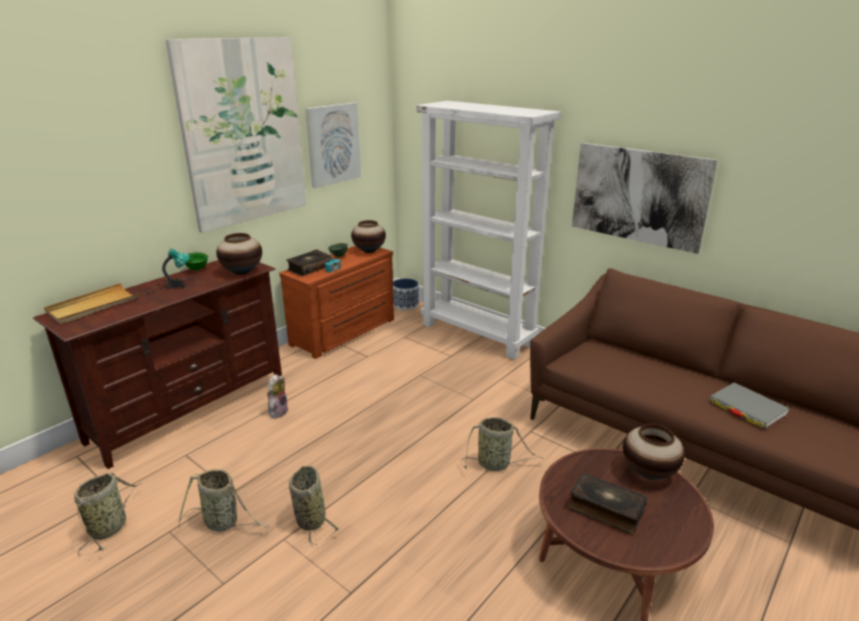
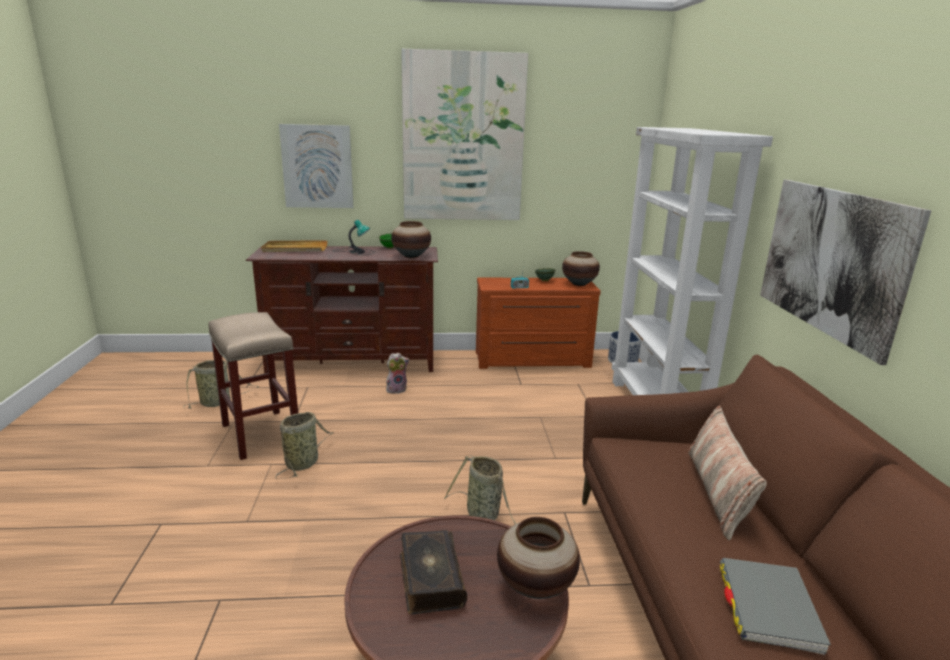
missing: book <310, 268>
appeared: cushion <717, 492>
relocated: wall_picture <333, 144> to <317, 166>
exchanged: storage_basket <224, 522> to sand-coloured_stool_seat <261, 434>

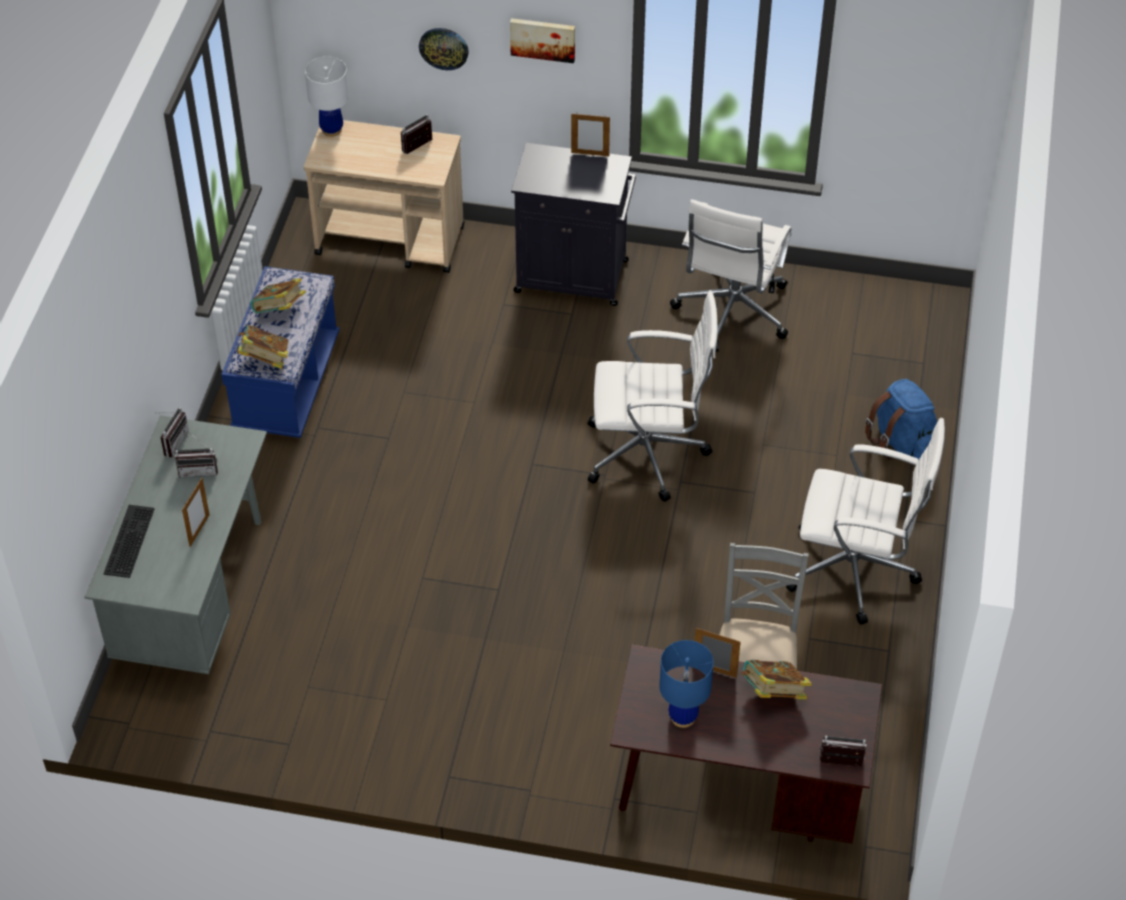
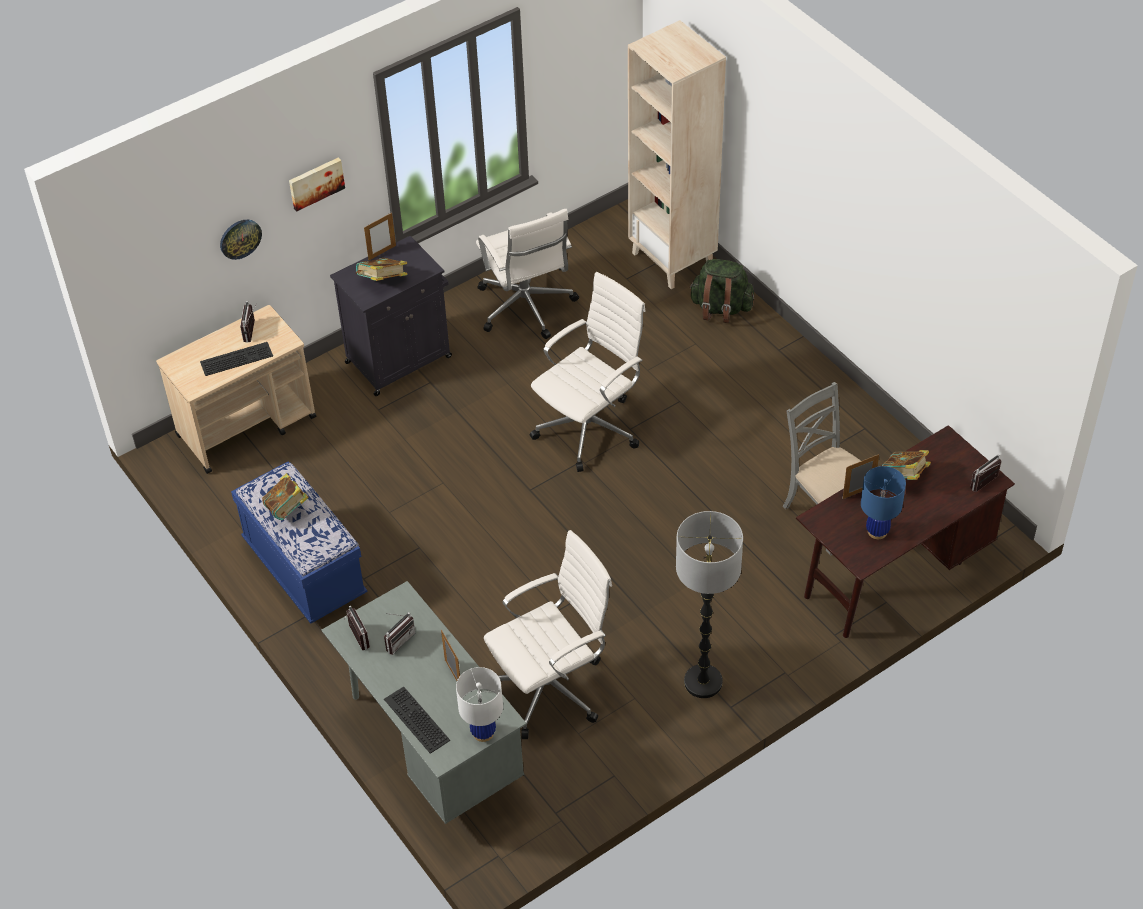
appeared: computer_keyboard <237, 358>; sand-coloured_bookcase <673, 260>; floor_lamp <703, 682>
relocated: book <265, 360> to <382, 281>; whitish_table_lamp <331, 130> to <483, 733>; whitish_desk_chair <856, 570> to <551, 687>
colour: blue-coloured_rucksack <901, 442> to greenish_rucksack <720, 308>

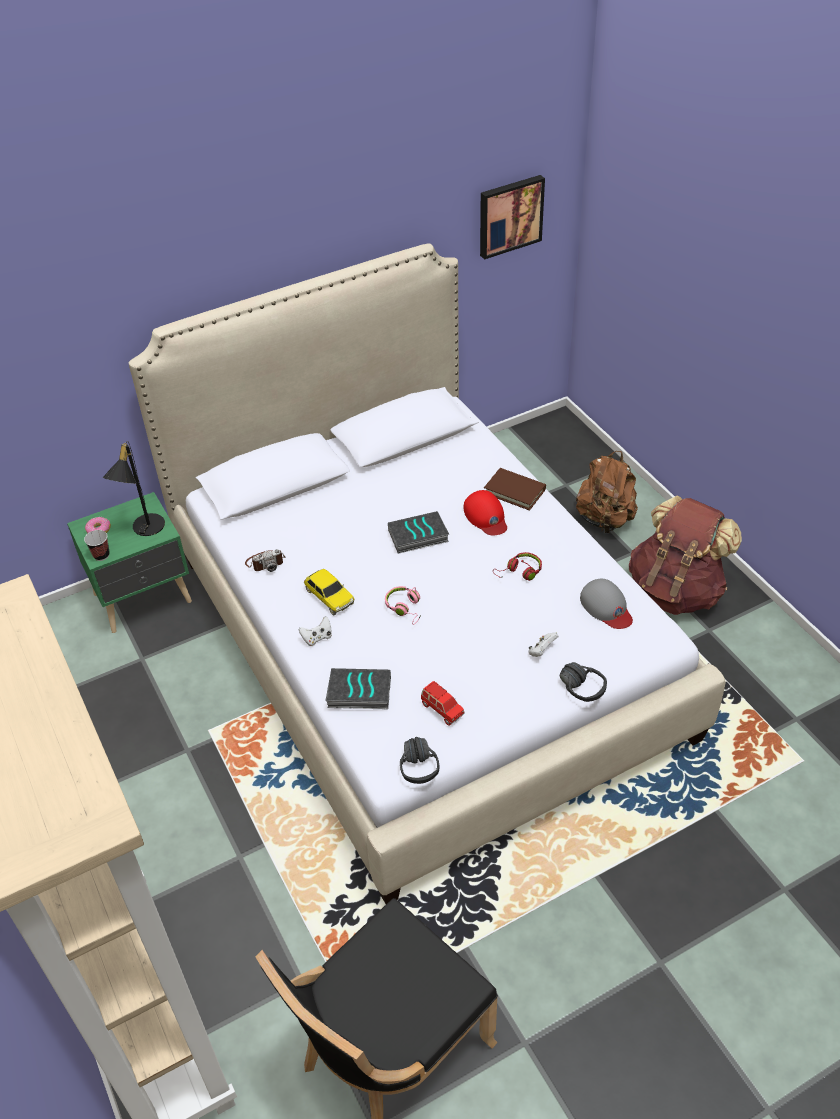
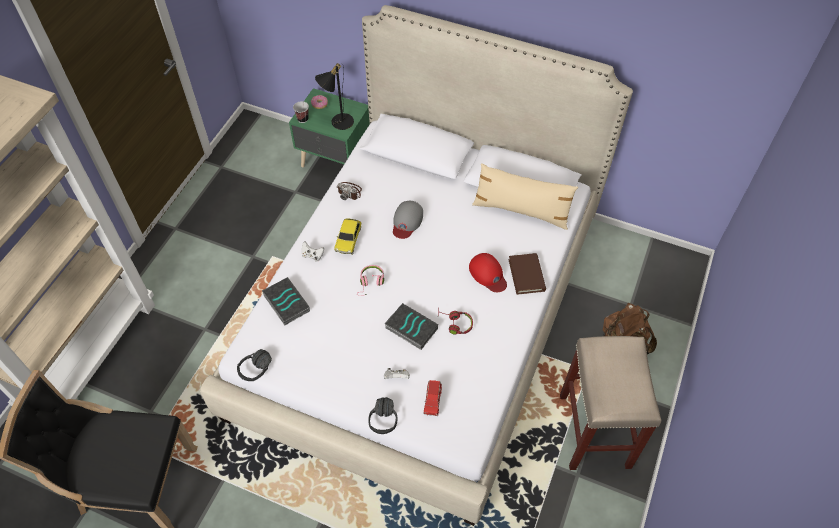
missing: wall_picture <509, 215>
appeared: sand-coloured_cushion <521, 211>
relocated: book <417, 537> to <410, 329>; red_model_car <442, 709> to <432, 401>; greyish_peaked_cap <606, 607> to <407, 221>
exchanged: brown_rucksack <676, 590> to sand-coloured_stool_seat <595, 432>
spun: red_peaked_cap <486, 516> = <488, 274> 60 degrees counterclockwise

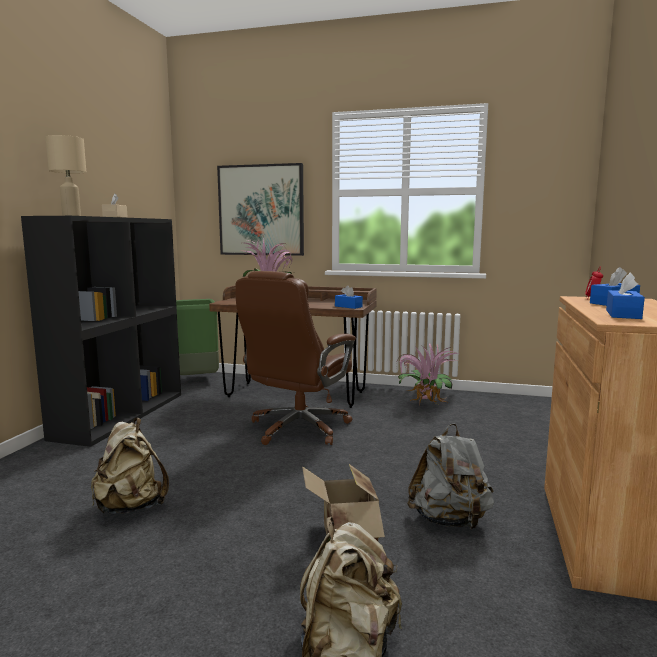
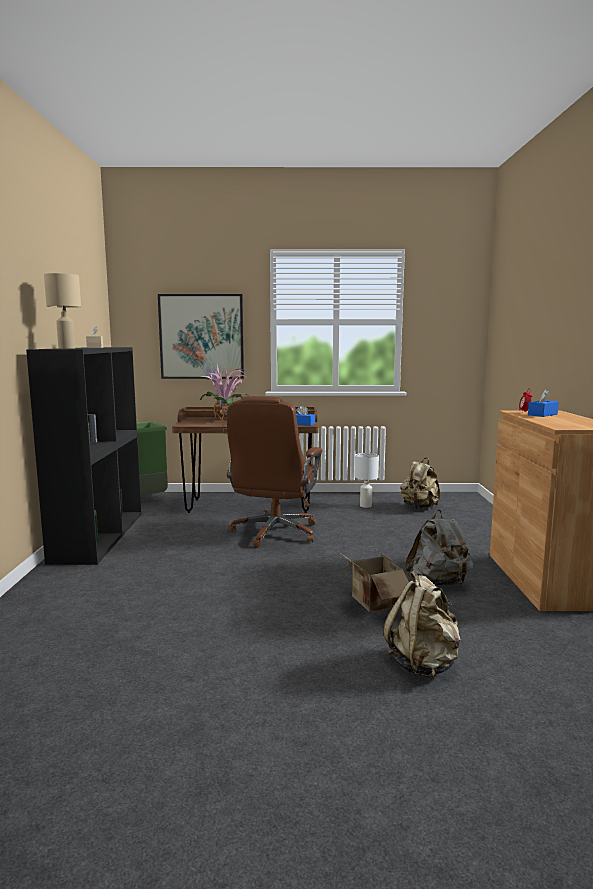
missing: blue-coloured_box_of_tissues <623, 314>
relocated: sand-coloured_rucksack <131, 507> to <419, 508>
exchanged: plant_in_a_pot <425, 405> to whitish_table_lamp <365, 506>

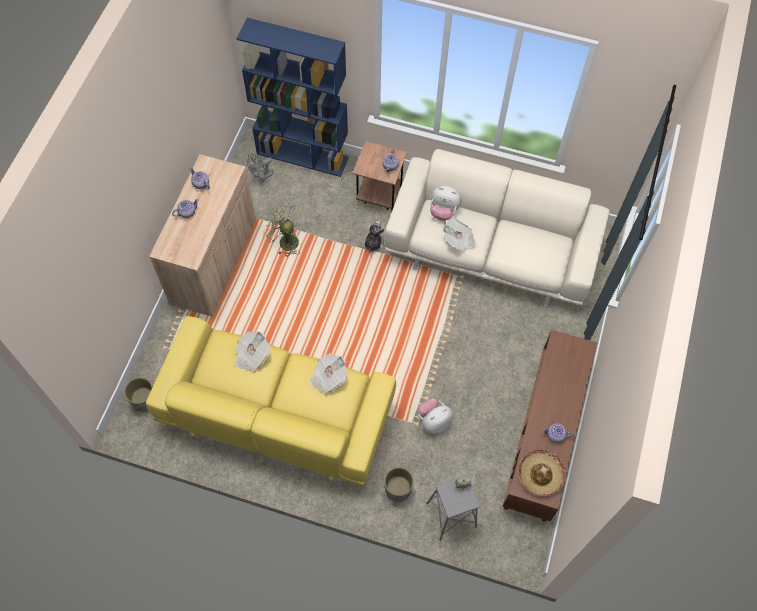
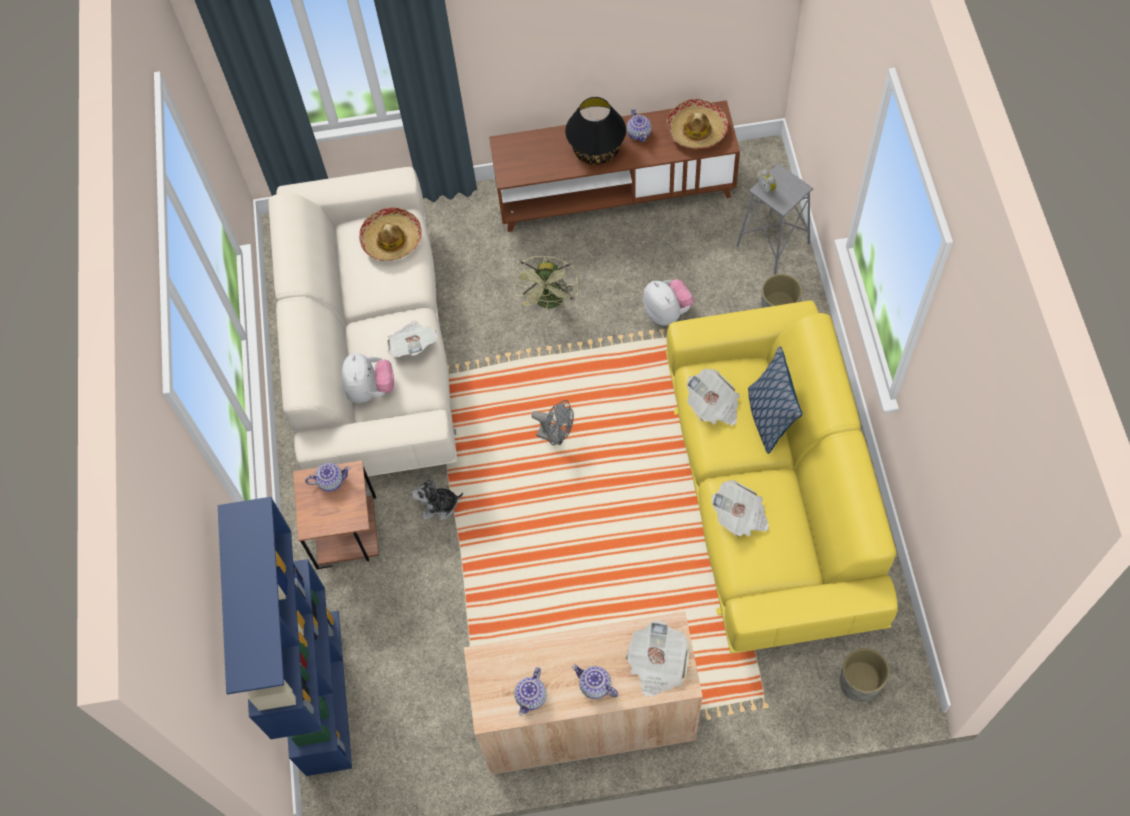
appeared: clothing_hat <391, 239>; black_table_lamp <596, 150>; daily_paper <657, 665>; cushion <769, 417>
relocated: greyish_fan <261, 177> to <556, 436>; greenish_fan <284, 241> to <550, 302>
spun: soft_toy <433, 421> = <667, 312> 150 degrees counterclockwise

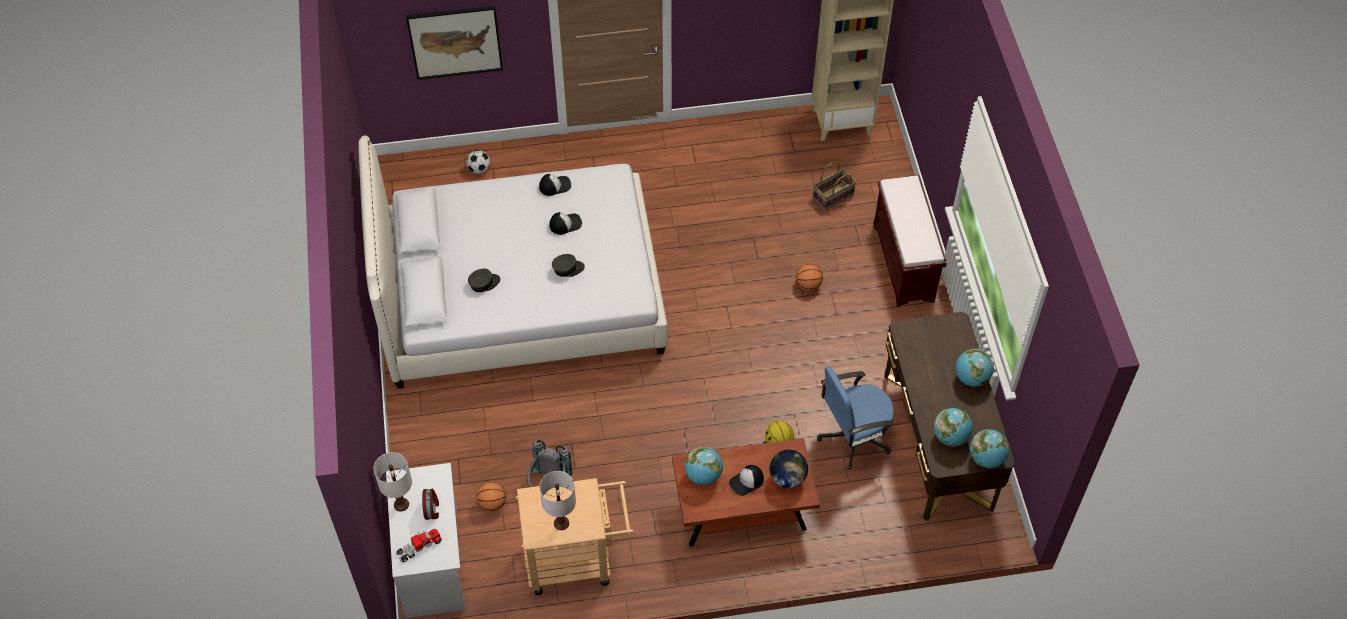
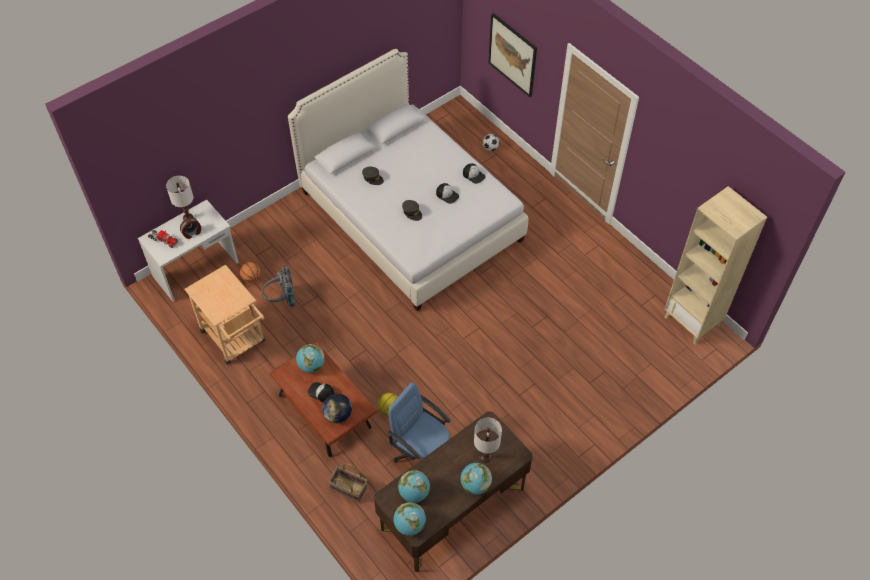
missing: basketball_ball <808, 285>; brown_indoor_bench <904, 263>
relocated: whitish_table_lamp <561, 523> to <485, 457>; storage_basket <833, 197> to <348, 489>

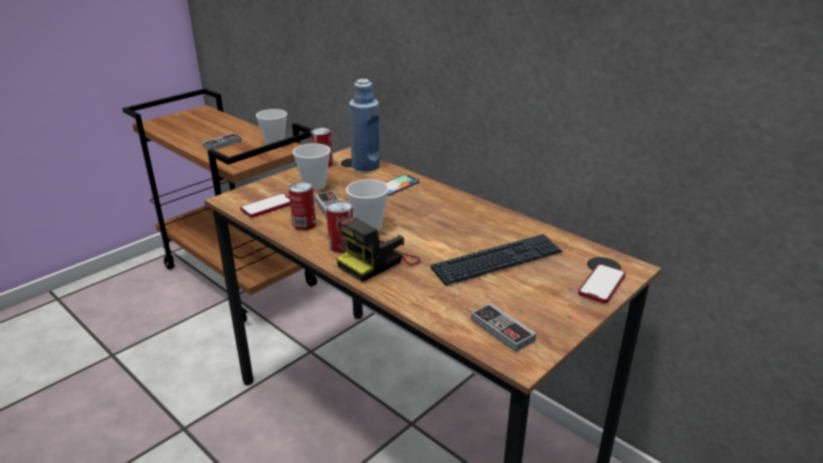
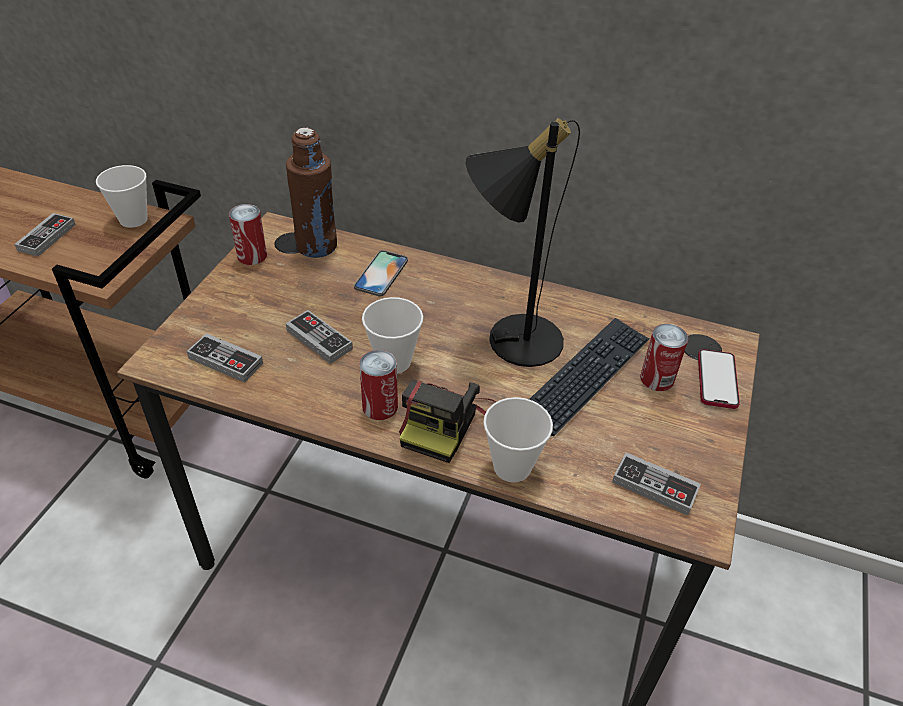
appeared: black_table_lamp <511, 336>
relocated: can <304, 224> to <657, 378>; small_cup <314, 186> to <512, 467>
exchanged: telephone <267, 206> to game_controller <226, 361>
colour: blue-coloured_drink_bottle <366, 166> to brown_drink_bottle <317, 246>

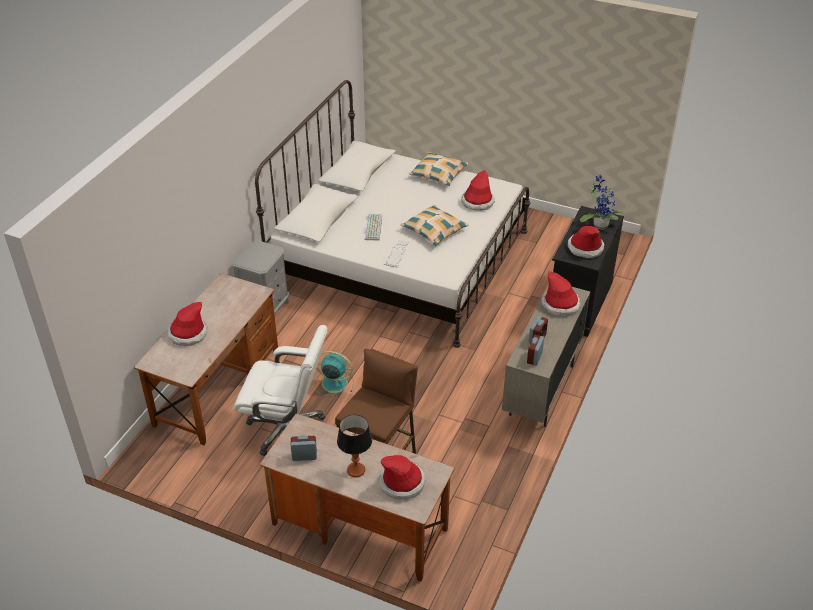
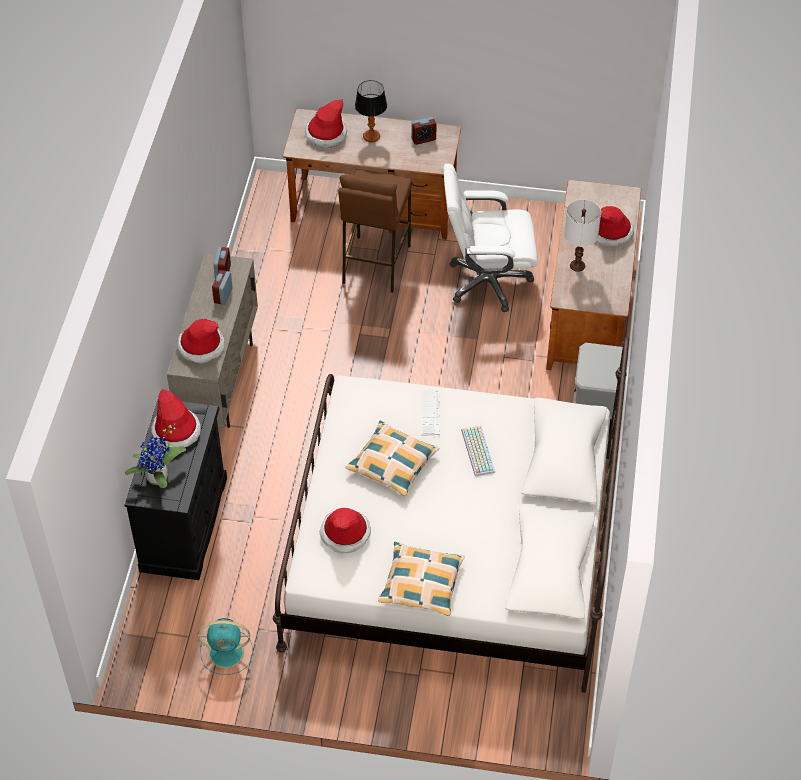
appeared: whitish_table_lamp <577, 265>
relocated: turquoise-coloured_fan <333, 383> to <228, 653>

